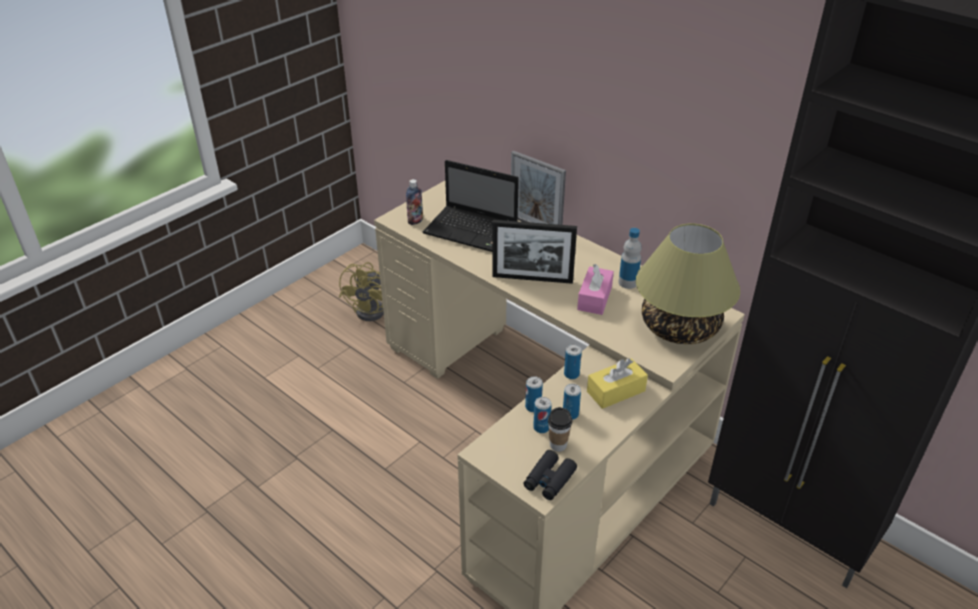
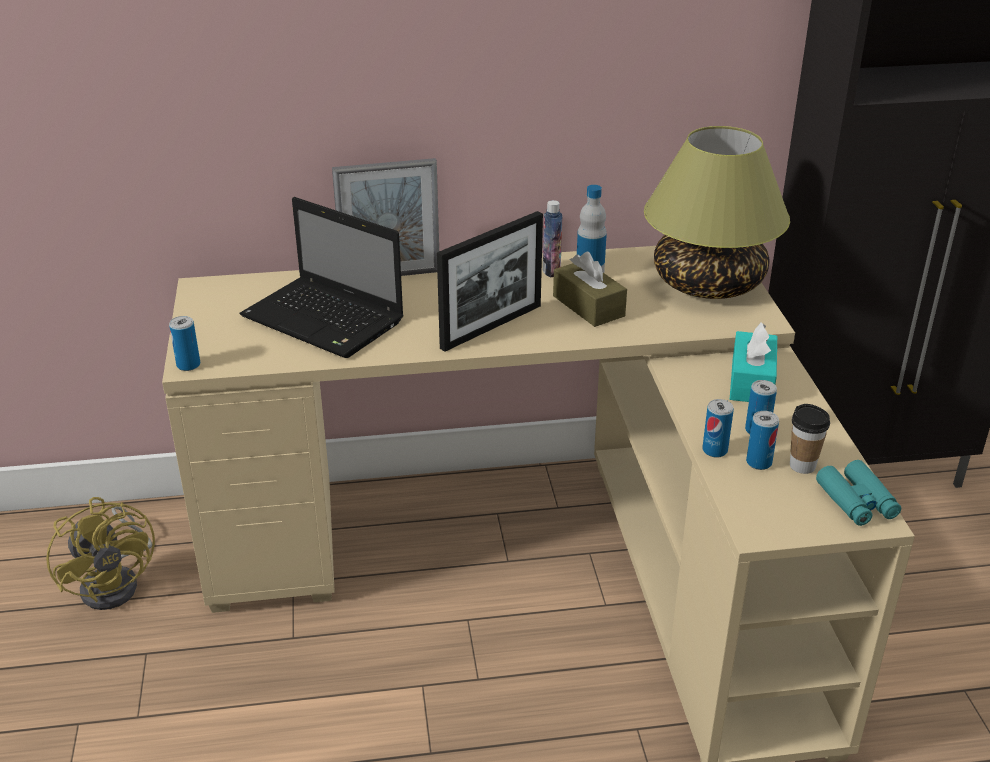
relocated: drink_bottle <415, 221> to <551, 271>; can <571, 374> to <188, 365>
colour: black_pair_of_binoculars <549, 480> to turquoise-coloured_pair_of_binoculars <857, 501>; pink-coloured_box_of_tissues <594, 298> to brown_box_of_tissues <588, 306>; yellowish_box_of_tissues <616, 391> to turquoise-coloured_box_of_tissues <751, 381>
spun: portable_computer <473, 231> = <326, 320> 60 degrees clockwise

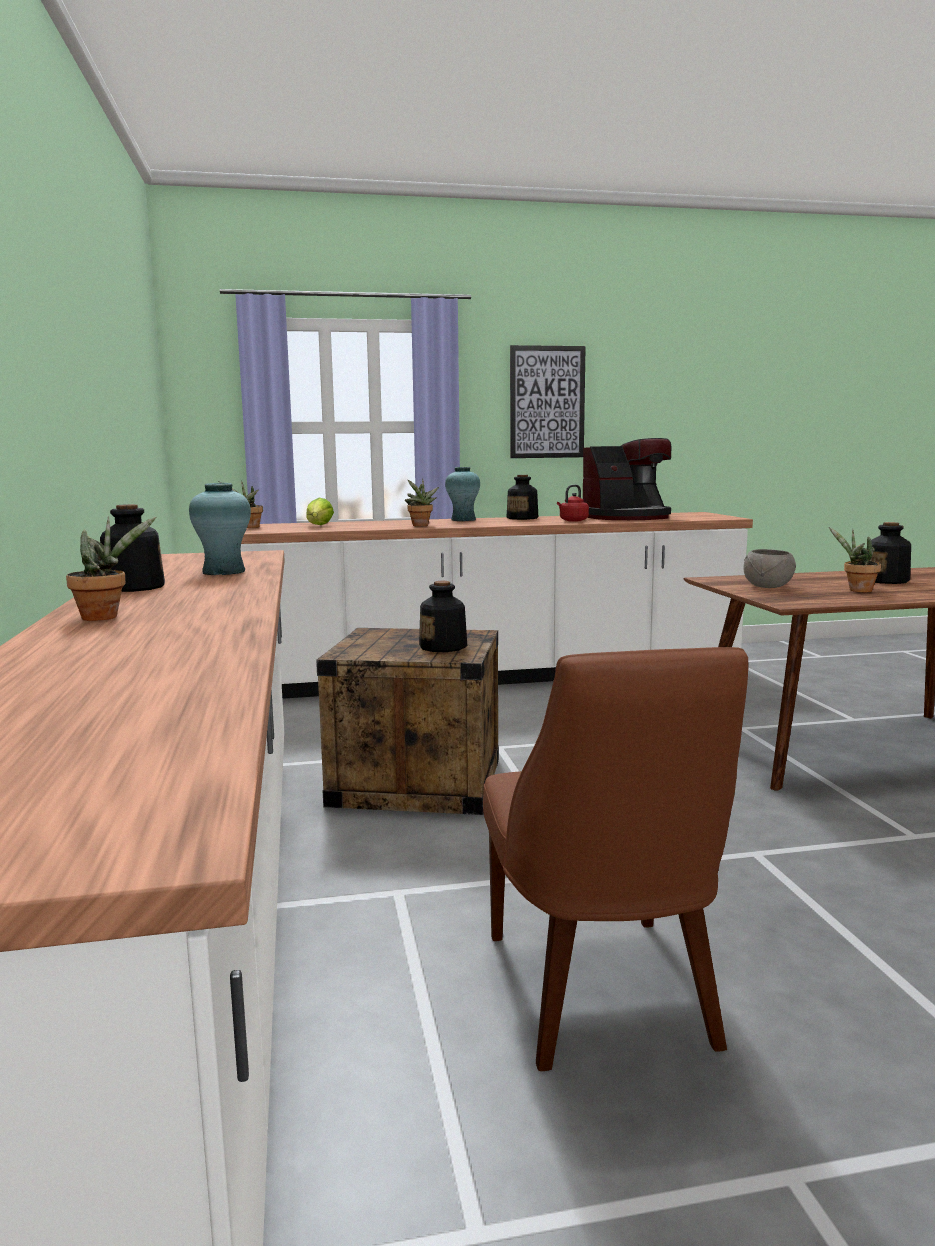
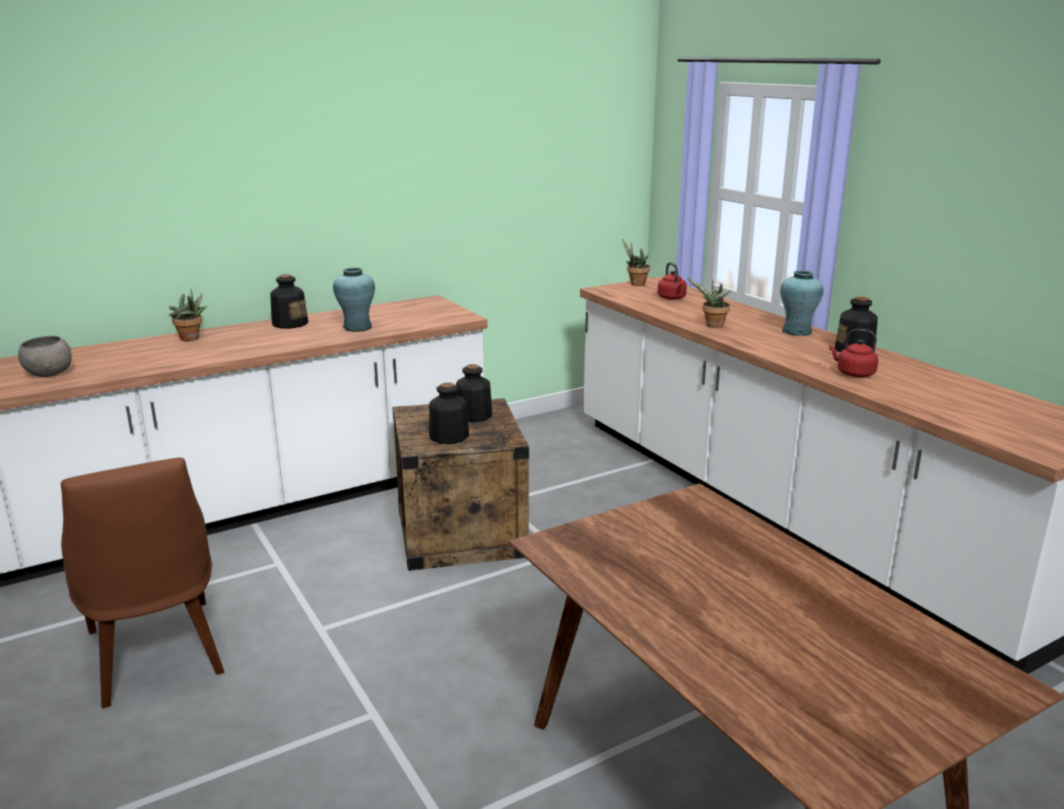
missing: wall_picture <547, 402>; coffee_maker <627, 517>; plant_in_a_pot <856, 590>
relocated: greyish_deep_dish <767, 587> to <49, 373>; drink_bottle <886, 581> to <473, 415>
exchanged: lettuce_head <319, 525> to red_tea_kettle <672, 298>
spun: brown_chair <602, 996> = <156, 656> 90 degrees counterclockwise

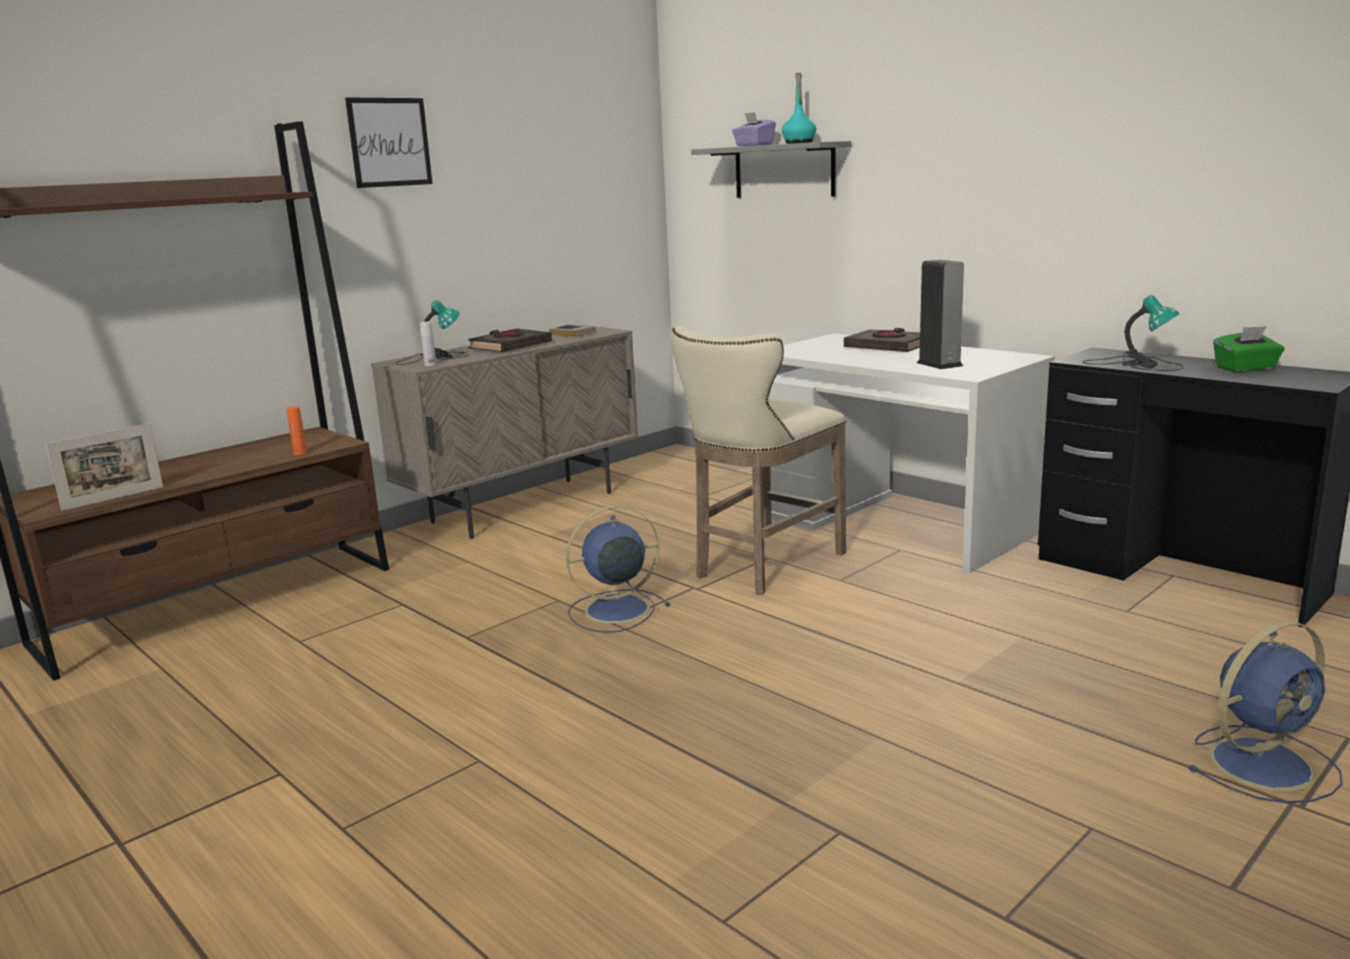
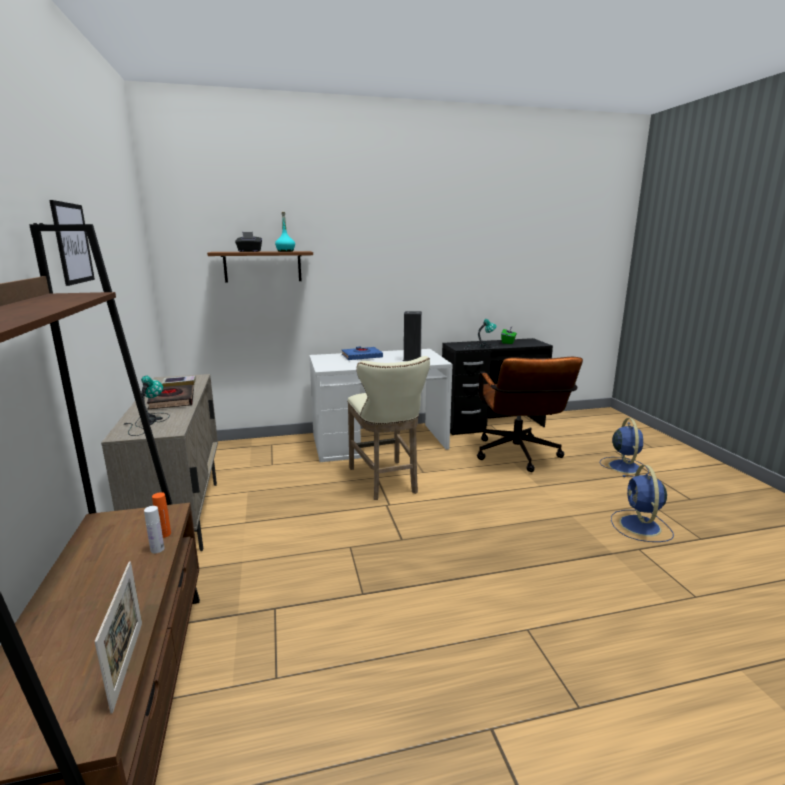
appeared: brown_desk_chair <518, 457>
relocated: whitish_drink_bottle <430, 365> to <157, 549>; blue-coloured_fan <614, 610> to <640, 526>
colour: greyish_shelf <784, 171> to brown_shelf <262, 266>; purple-coloured_box_of_tissues <753, 145> to black_box_of_tissues <249, 251>; black_book <887, 347> to blue-coloured_book <362, 356>

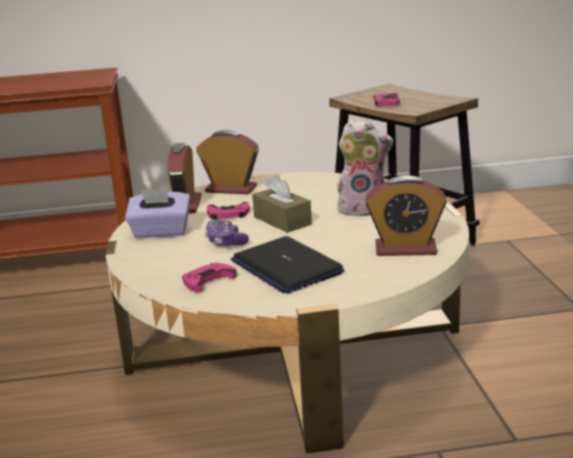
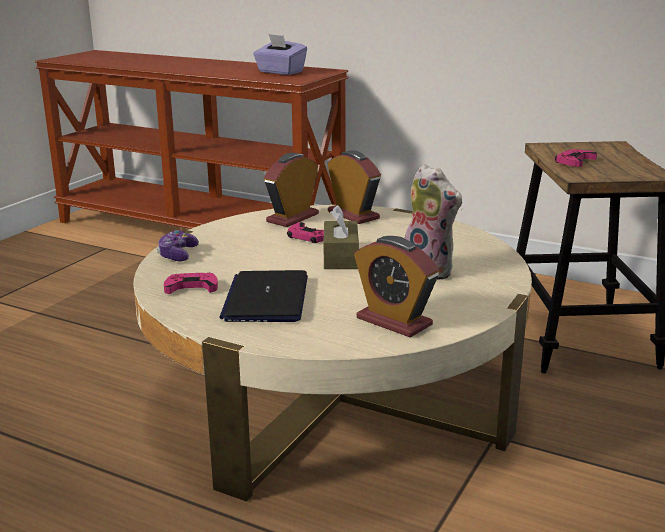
relocated: purple-coloured_box_of_tissues <161, 232> to <280, 72>; game_controller <225, 242> to <177, 255>

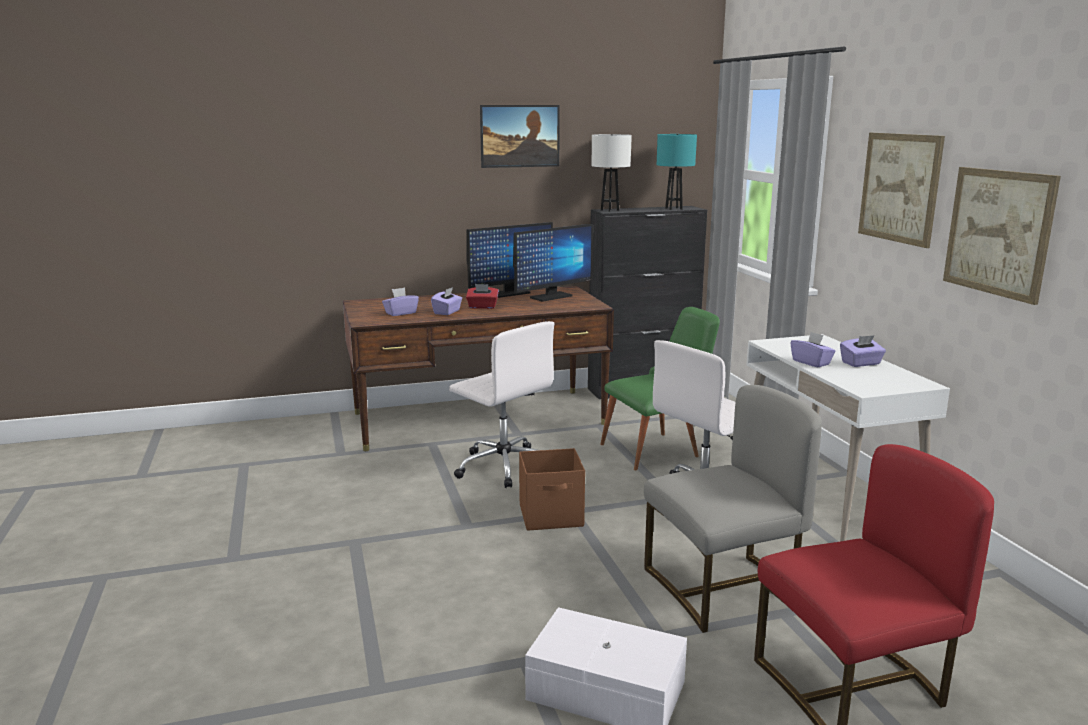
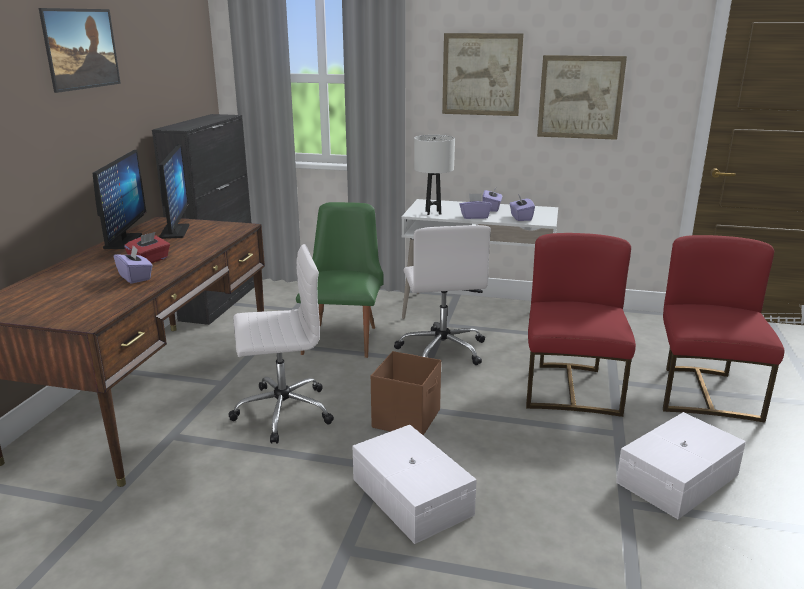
missing: turquoise-coloured_table_lamp <674, 208>
appeared: whitish_storage_container <412, 495>
relocated: purple-coloured_box_of_tissues <400, 313> to <520, 218>; whitish_table_lamp <609, 210> to <433, 212>
colour: greyish_chair <724, 587> to red_chair <571, 388>

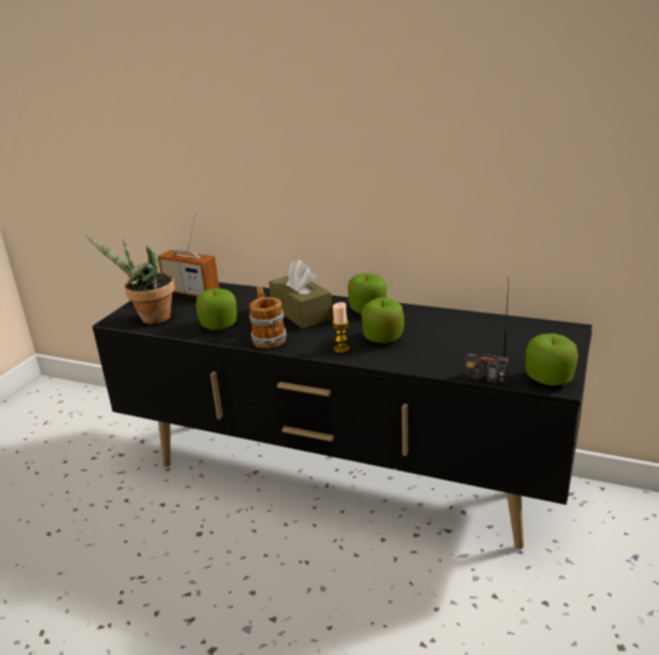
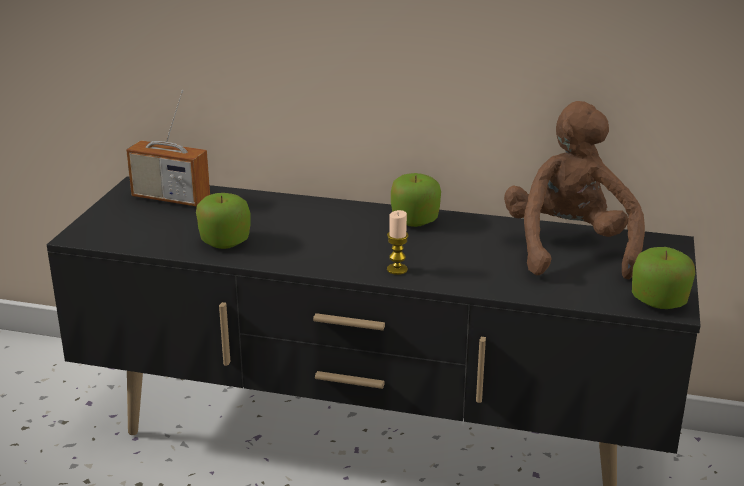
missing: plant_in_a_pot <151, 318>; tea_mug <267, 337>; brown_box_of_tissues <301, 312>; apple_fruit <383, 338>; radio_receiver <486, 378>
appeared: brown_soft_toy <568, 248>

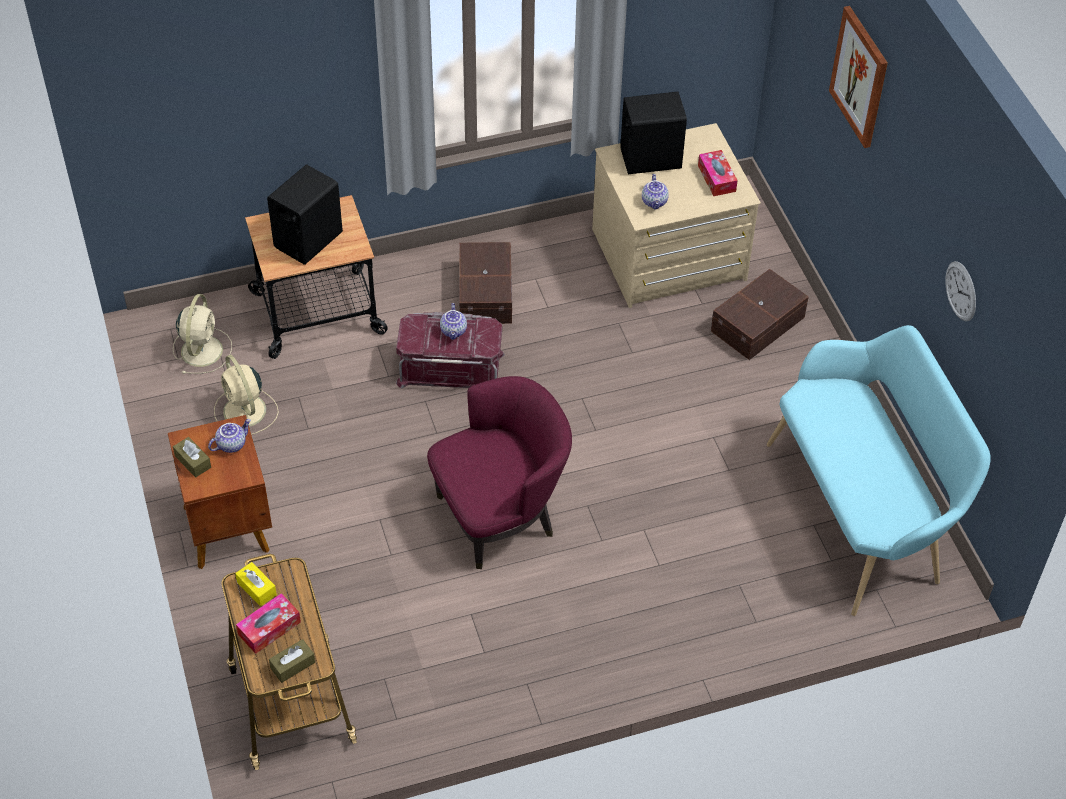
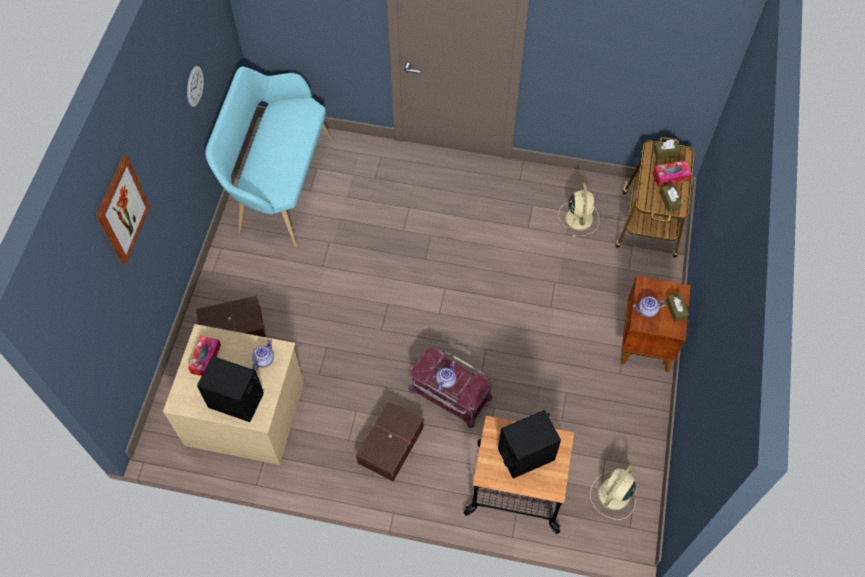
missing: purple-coloured_easy_chair <500, 516>
relocated: sand-coloured_fan <245, 412> to <579, 217>
colour: yellowish_box_of_tissues <256, 588> to brown_box_of_tissues <669, 201>

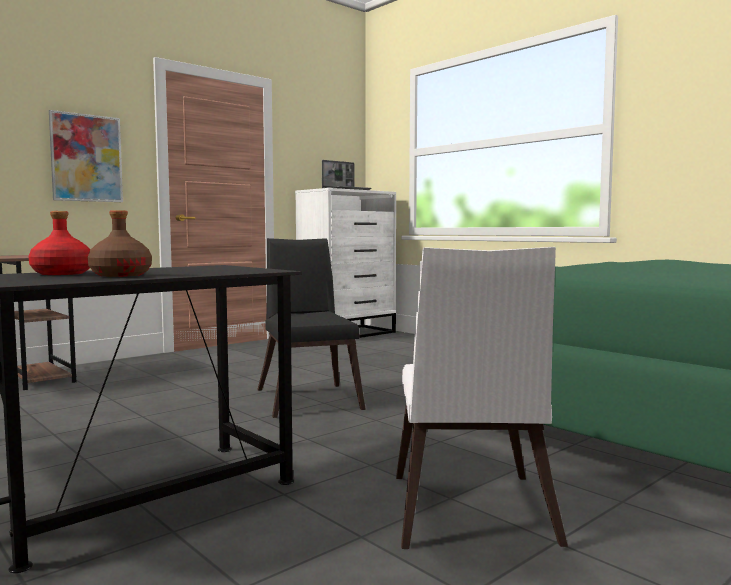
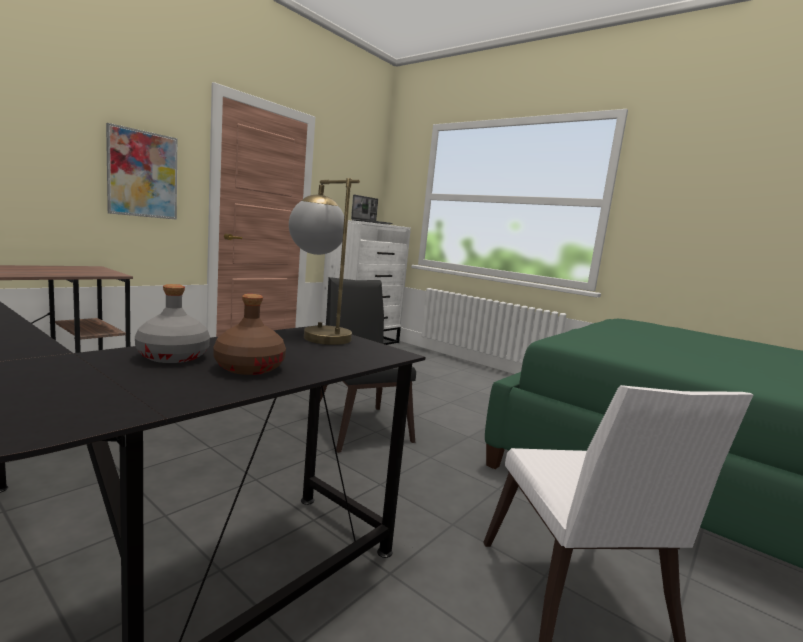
appeared: table_lamp <317, 334>
colour: red_drink_bottle <61, 273> to greyish_drink_bottle <172, 357>

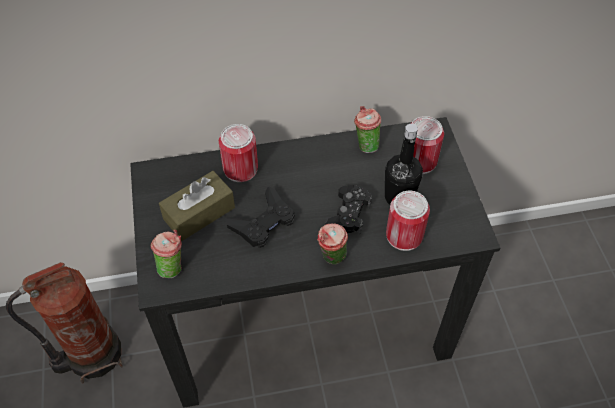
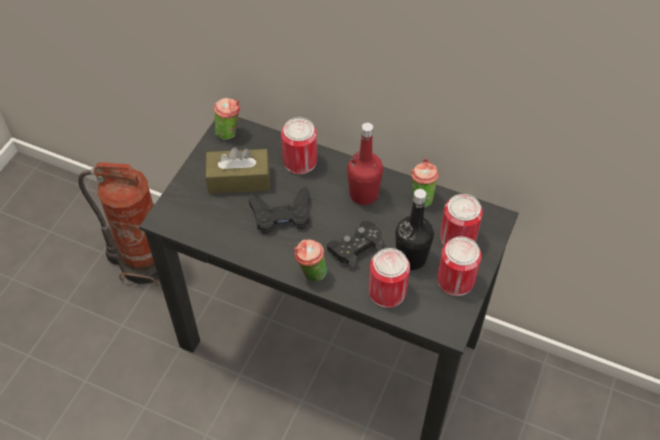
appeared: red_drink_bottle <363, 194>; can <455, 280>
relocated: small_cup <172, 267> to <229, 132>

